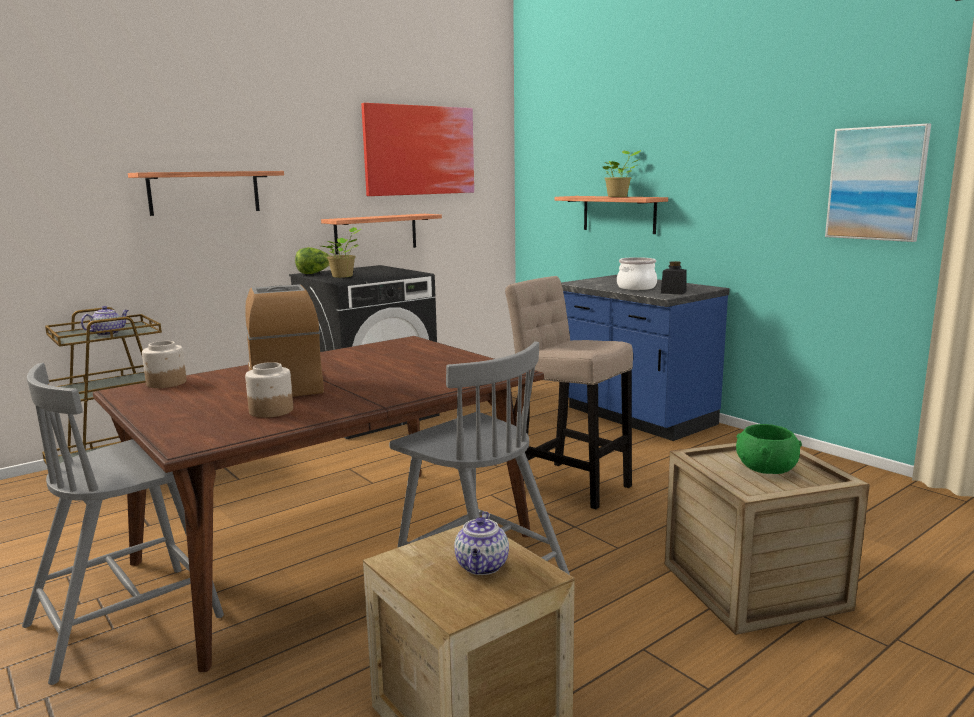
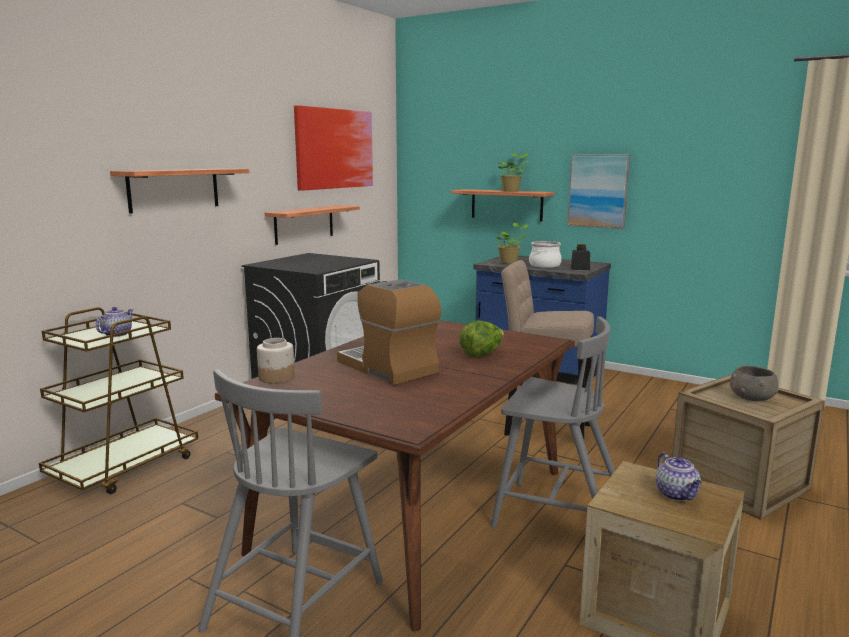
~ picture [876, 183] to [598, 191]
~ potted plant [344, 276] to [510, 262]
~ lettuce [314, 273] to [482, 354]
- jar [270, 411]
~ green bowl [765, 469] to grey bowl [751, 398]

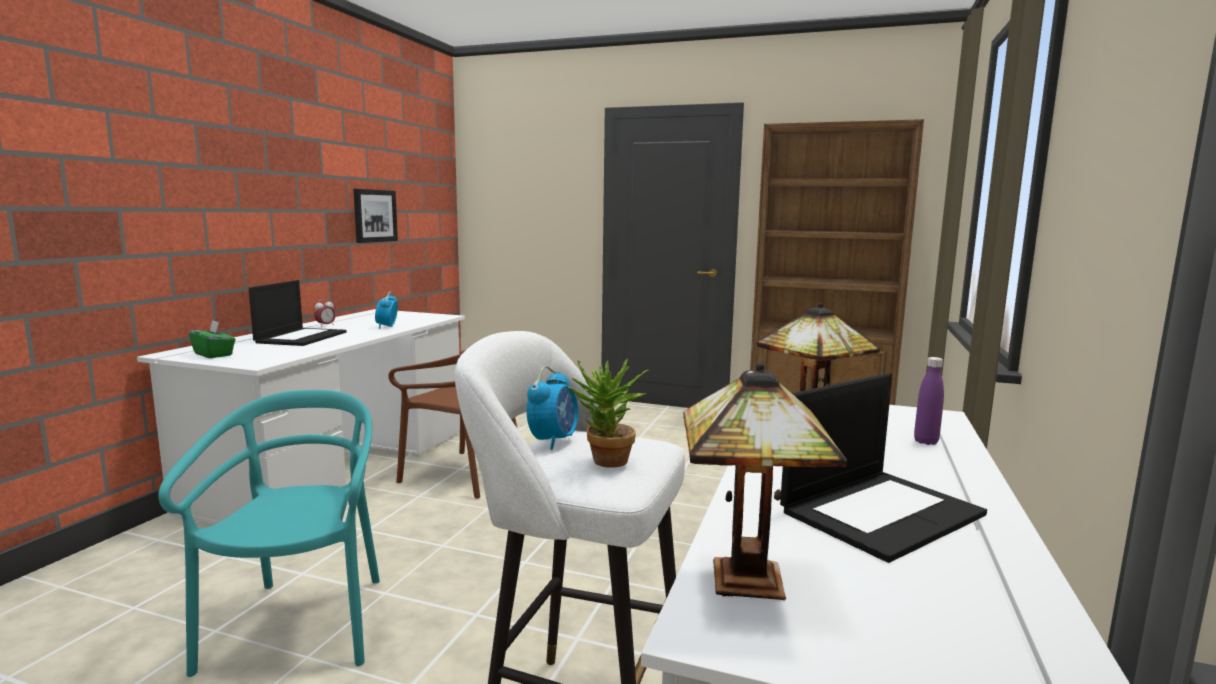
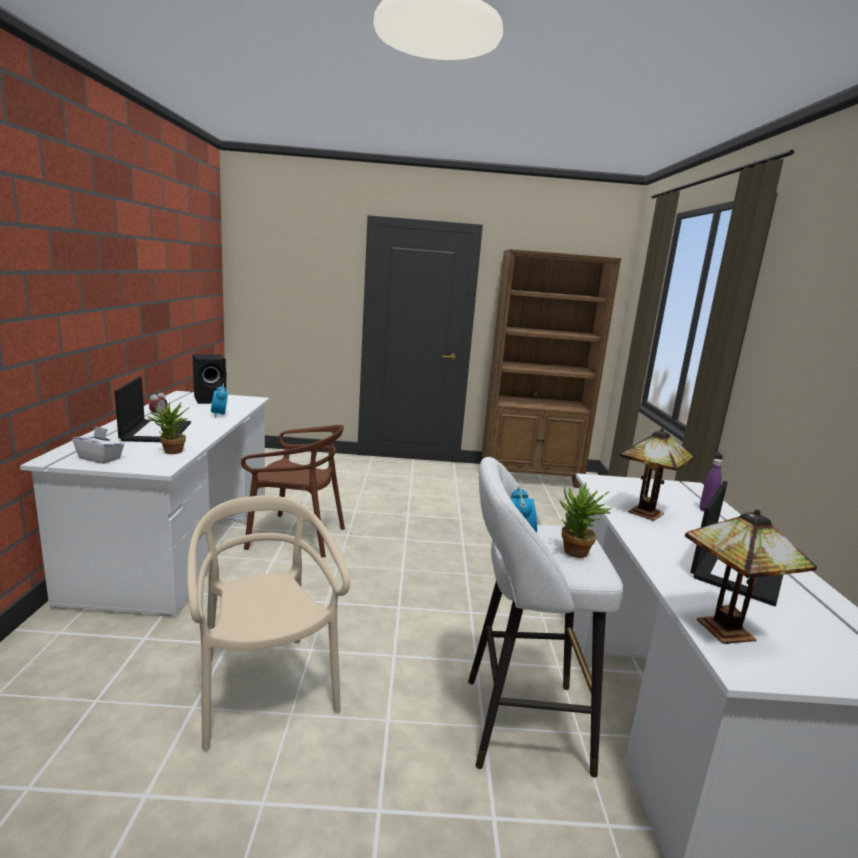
- picture [374, 215]
~ green tissue box [214, 354] to white tissue box [100, 458]
~ turquoise chair [301, 625] to beige chair [264, 688]
+ black speaker [211, 400]
+ potted plant [170, 452]

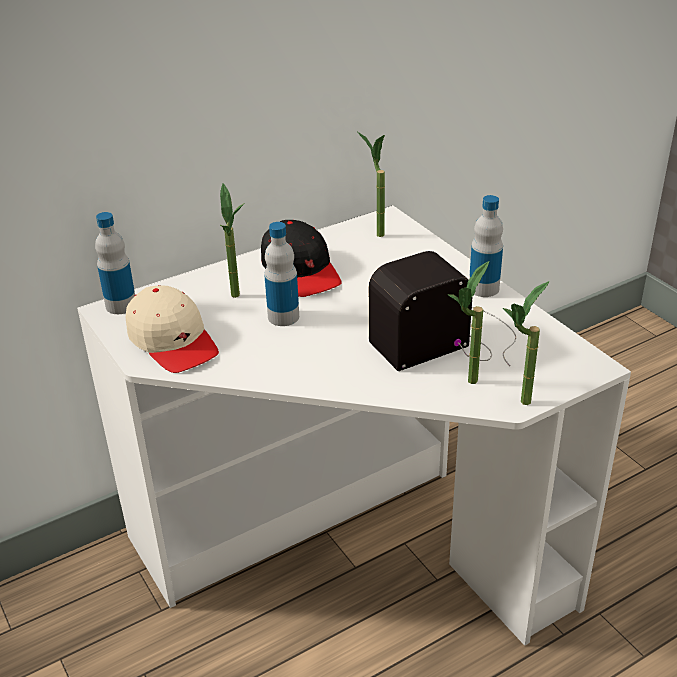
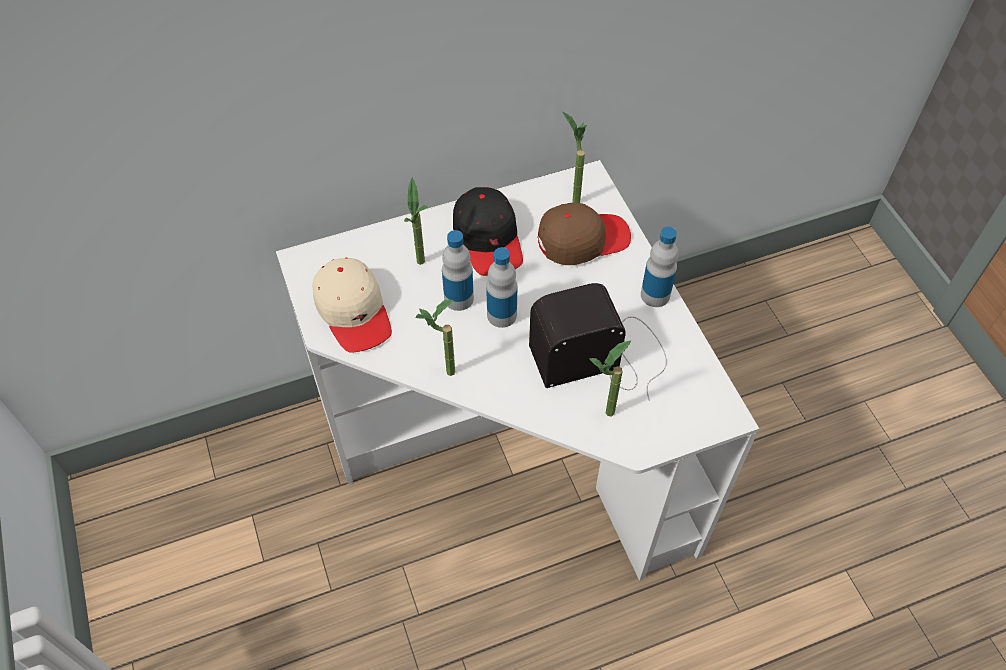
~ bottle [121, 305] to [501, 315]
~ potted plant [516, 405] to [441, 374]
+ brown cap [582, 239]

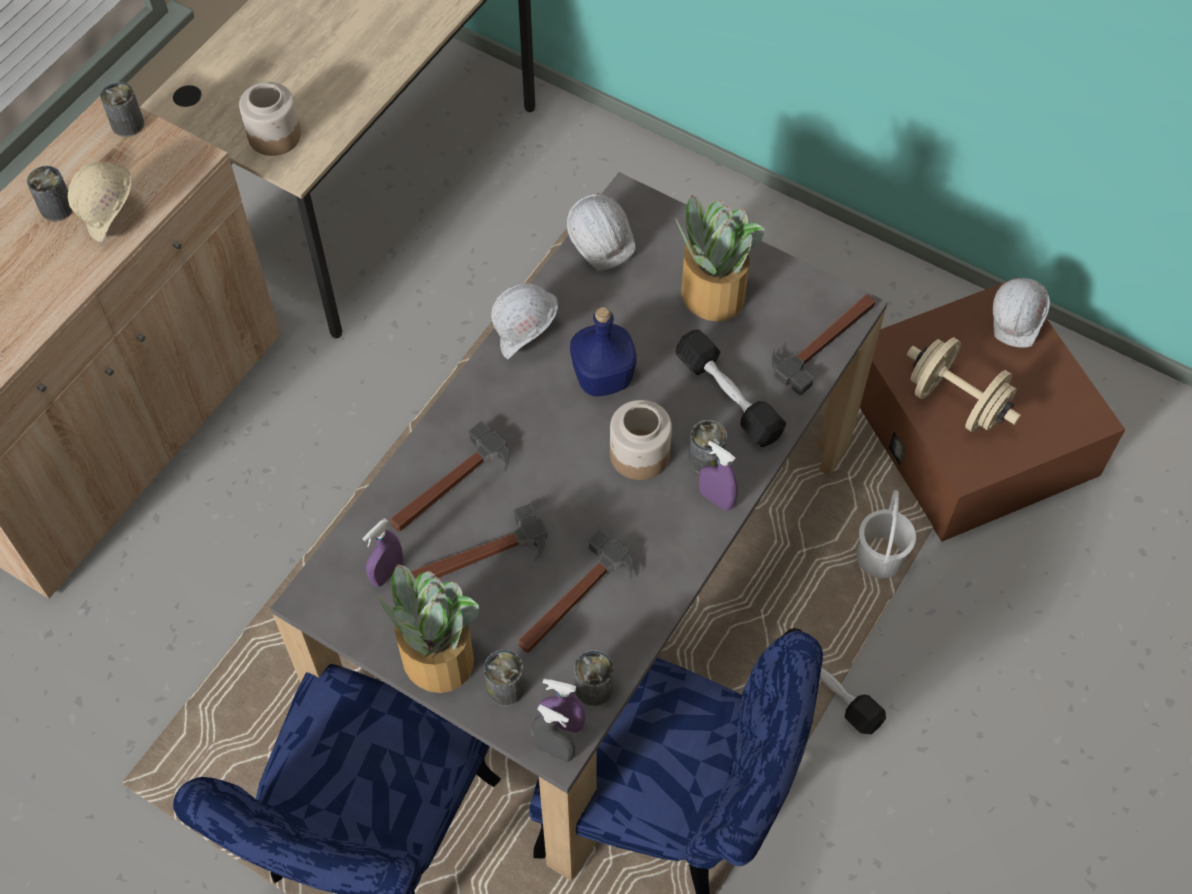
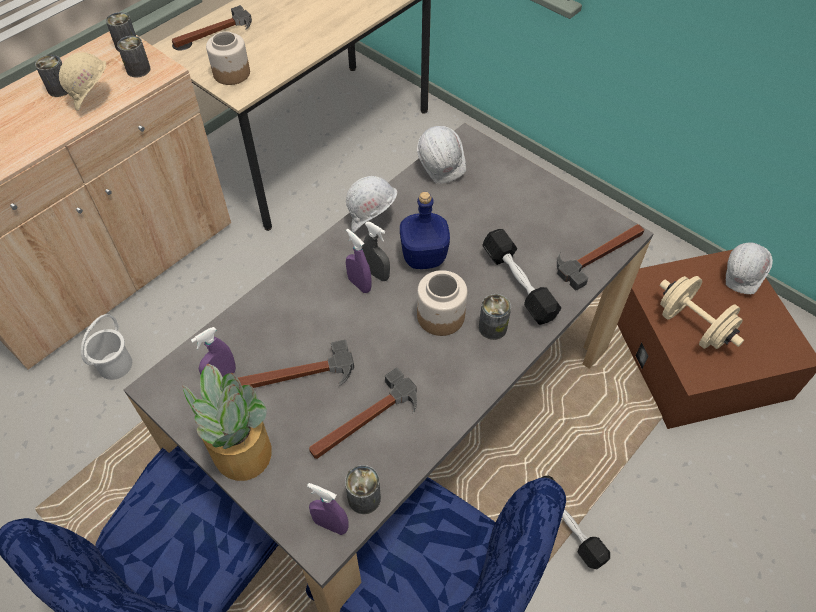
- potted plant [712, 293]
~ hammer [449, 486] to [213, 33]
~ purple spray bottle [716, 499] to [359, 284]
~ white bucket [880, 557] to [116, 365]
~ can [505, 688] to [138, 70]
~ grey spray bottle [554, 750] to [376, 274]

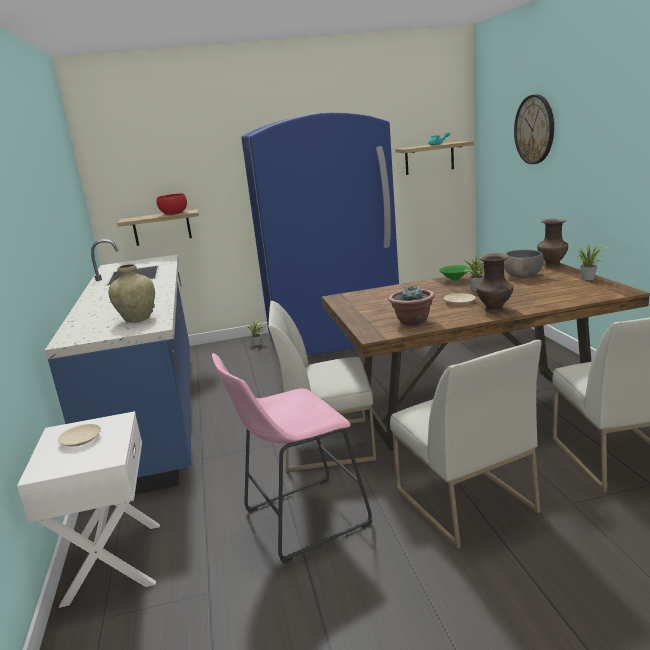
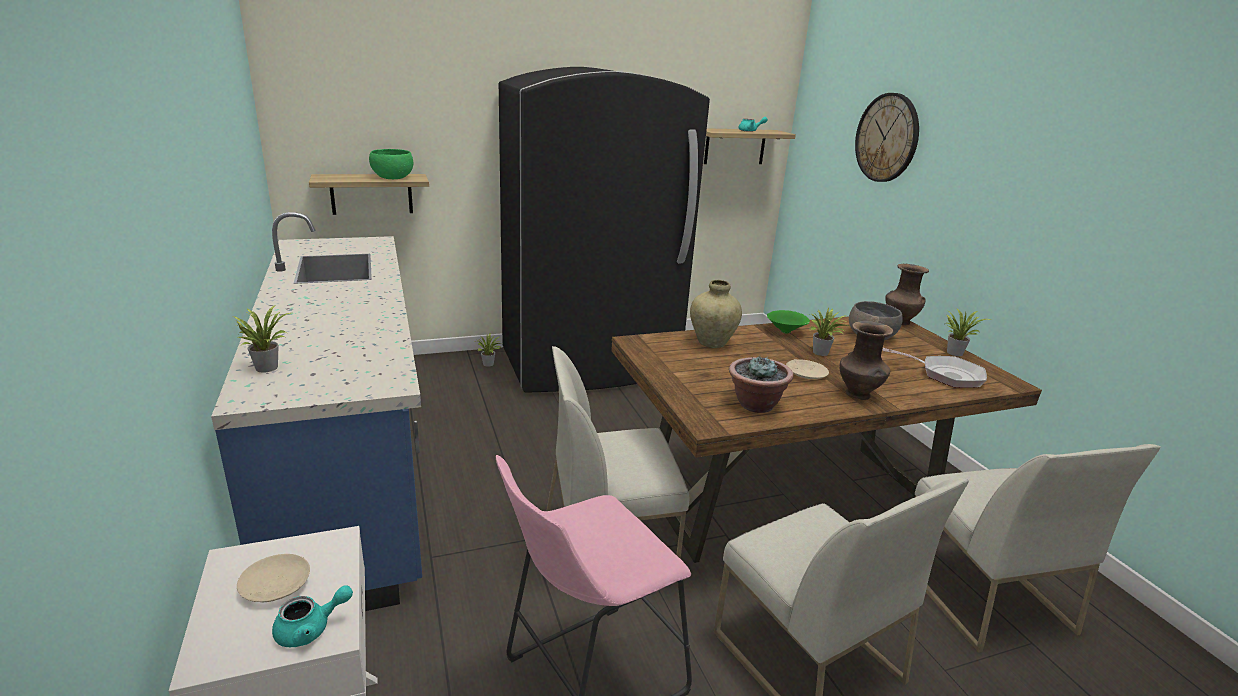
~ blue fridge [333, 337] to black fridge [590, 364]
~ red bowl [174, 213] to green bowl [392, 177]
~ beige vase [137, 319] to [711, 343]
+ potted plant [266, 366]
+ frying pan [946, 375]
+ turquoise teapot [311, 629]

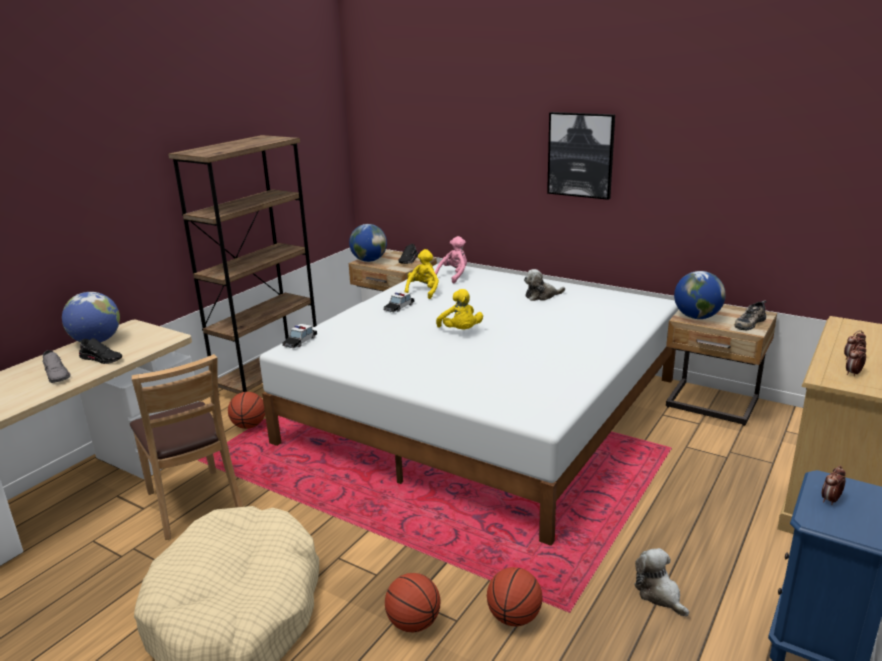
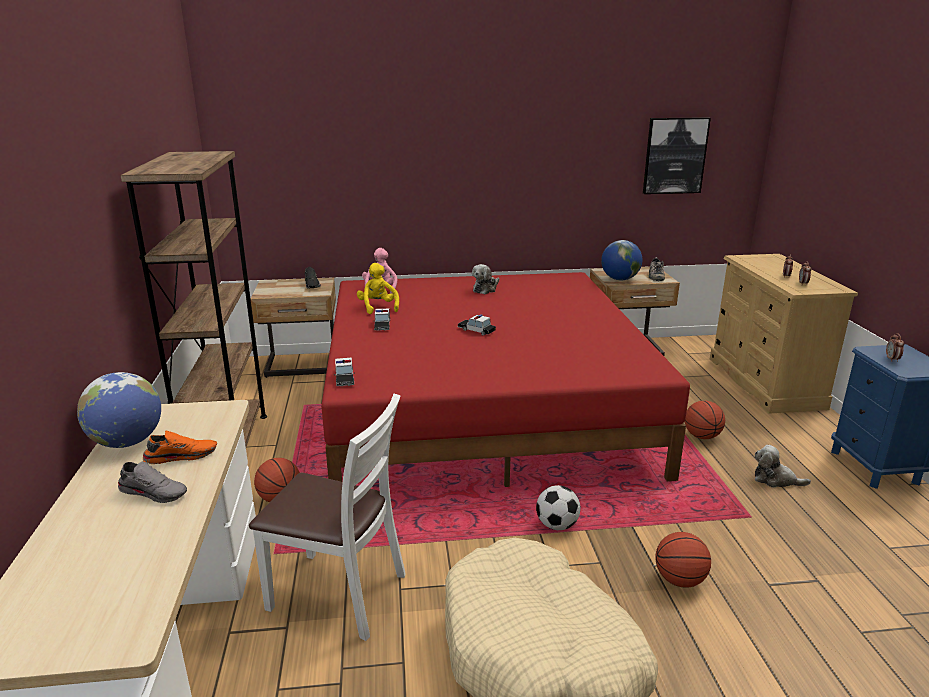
~ picture [581, 155] to [675, 156]
- globe [369, 260]
~ white bed [483, 410] to red bed [483, 406]
~ yellow plush toy [460, 331] to toy car [476, 330]
~ black shoe [102, 359] to orange shoe [181, 456]
~ brown chair [193, 503] to white chair [339, 593]
~ basketball [514, 617] to [702, 436]
+ football [557, 525]

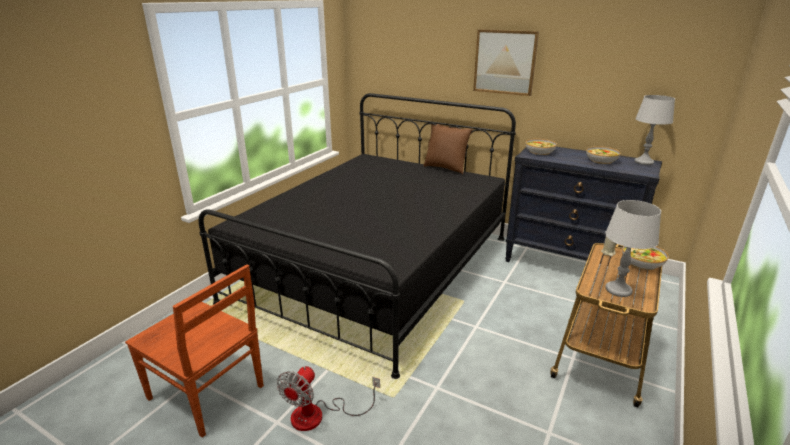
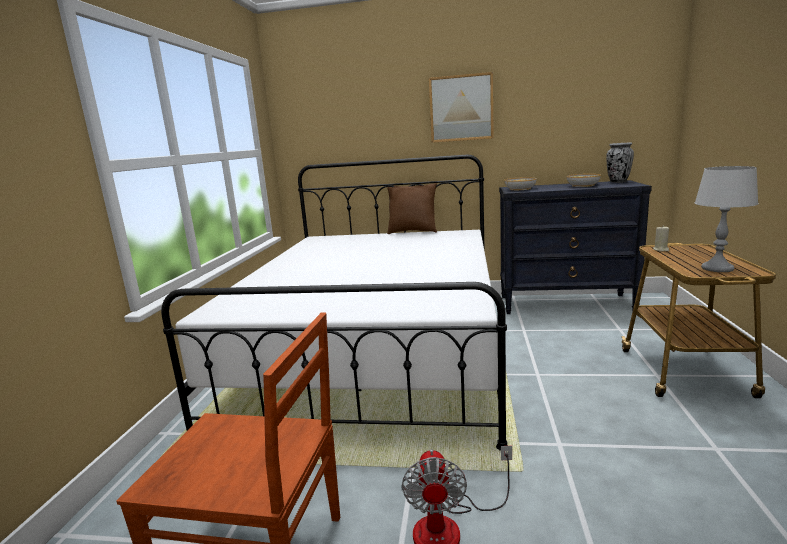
~ black bed [375, 267] to white bed [376, 349]
~ grey table lamp [643, 162] to vase [618, 182]
- bowl [642, 263]

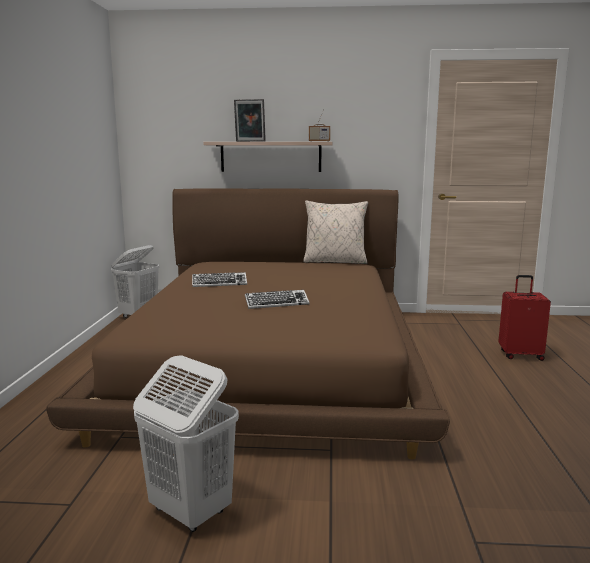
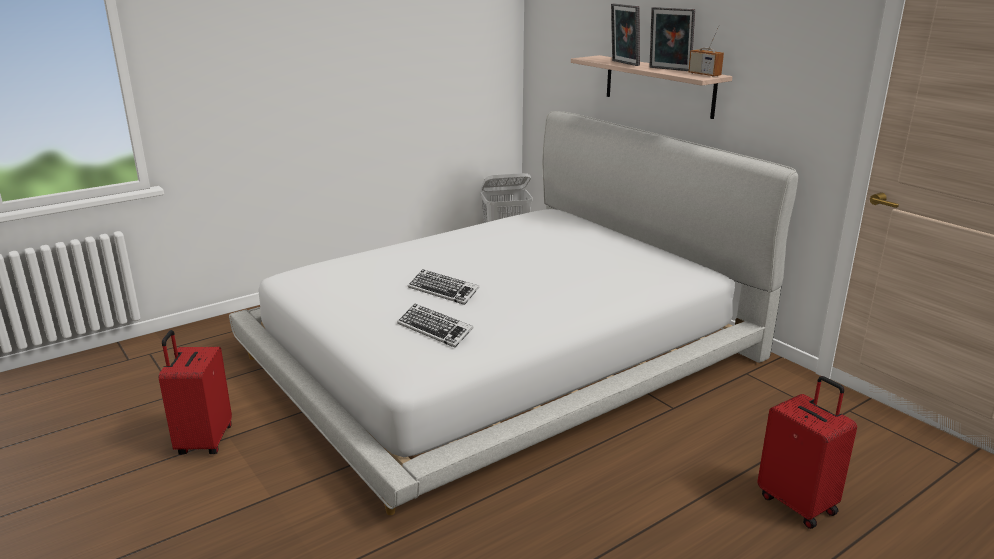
~ brown bed [271, 361] to white bed [503, 354]
- beige pillow [335, 262]
~ keyboard [219, 283] to [435, 330]
~ white laundry basket [190, 511] to red suitcase [203, 441]
+ picture frame [668, 69]

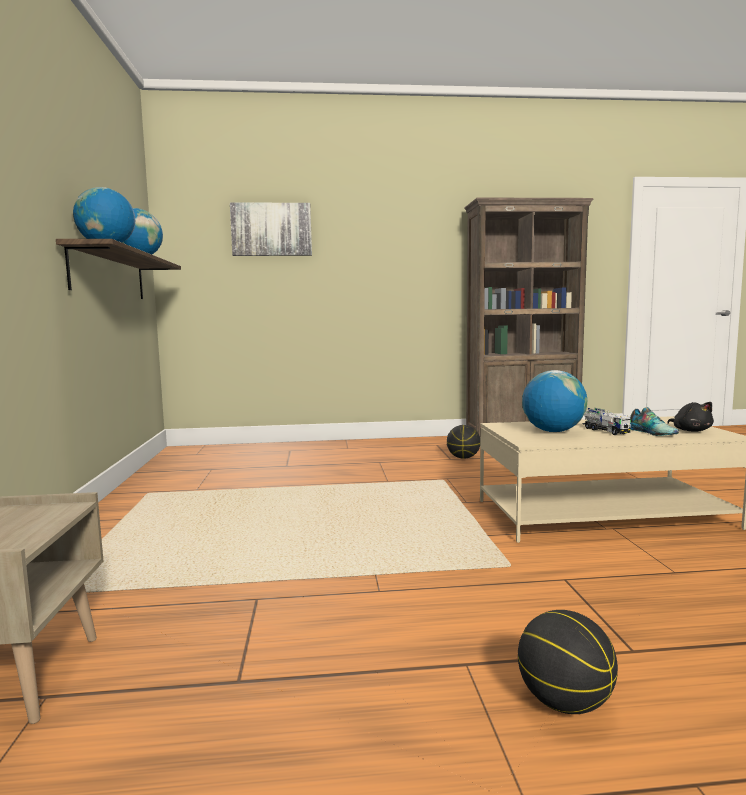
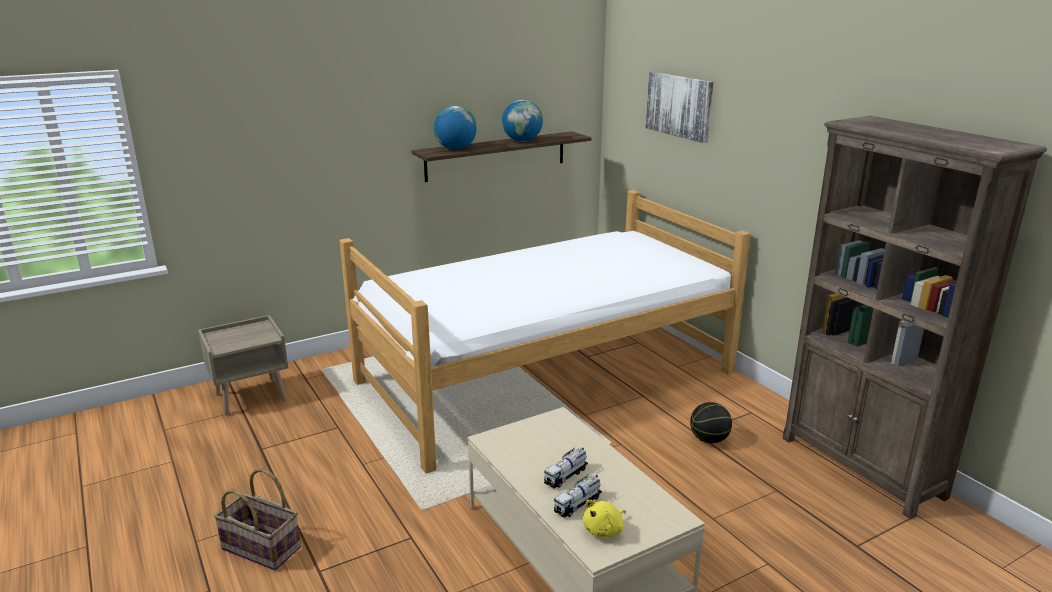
- globe [553, 431]
~ black plush toy [690, 431] to yellow plush toy [604, 530]
~ shoe [652, 432] to toy truck [578, 504]
~ basketball [564, 702] to basket [262, 547]
+ bed [547, 377]

